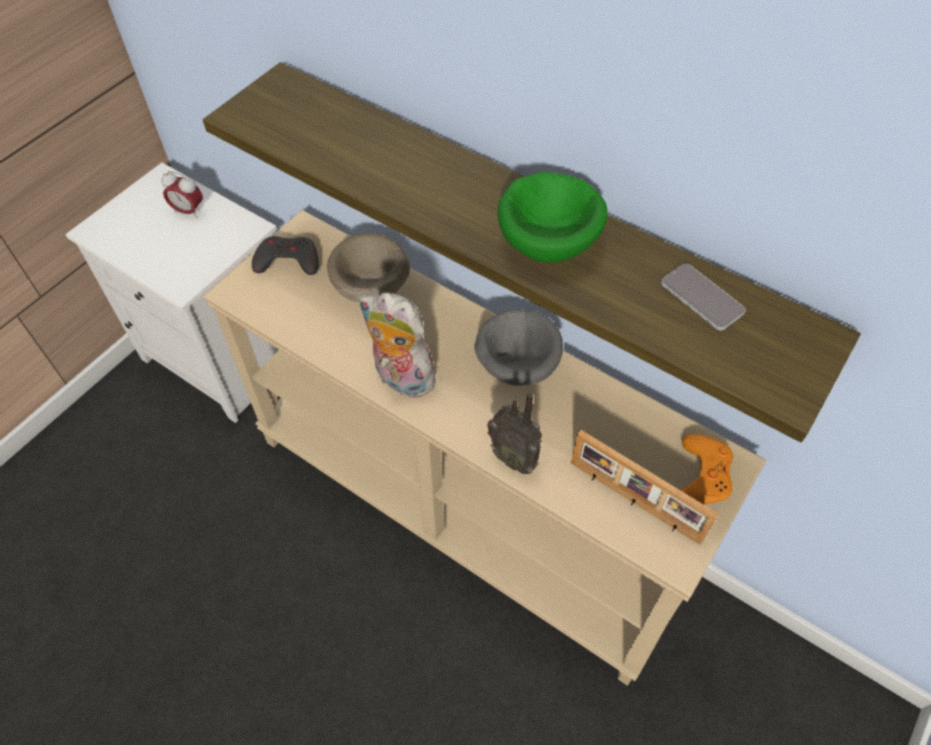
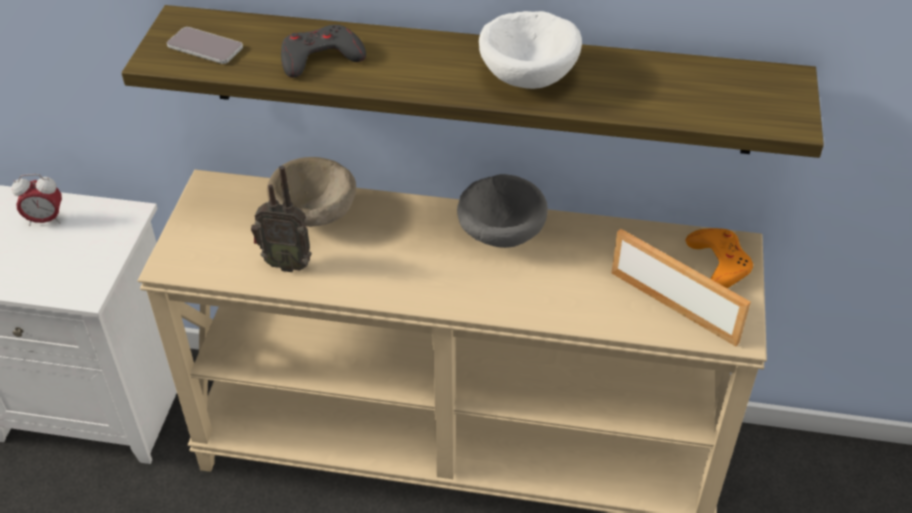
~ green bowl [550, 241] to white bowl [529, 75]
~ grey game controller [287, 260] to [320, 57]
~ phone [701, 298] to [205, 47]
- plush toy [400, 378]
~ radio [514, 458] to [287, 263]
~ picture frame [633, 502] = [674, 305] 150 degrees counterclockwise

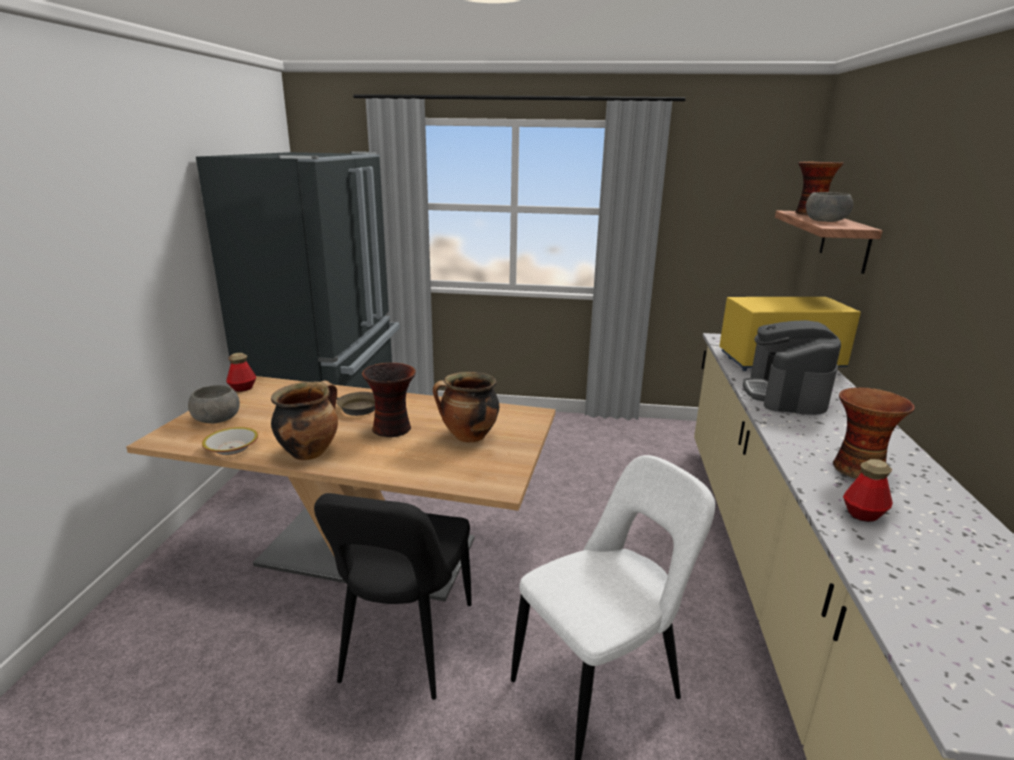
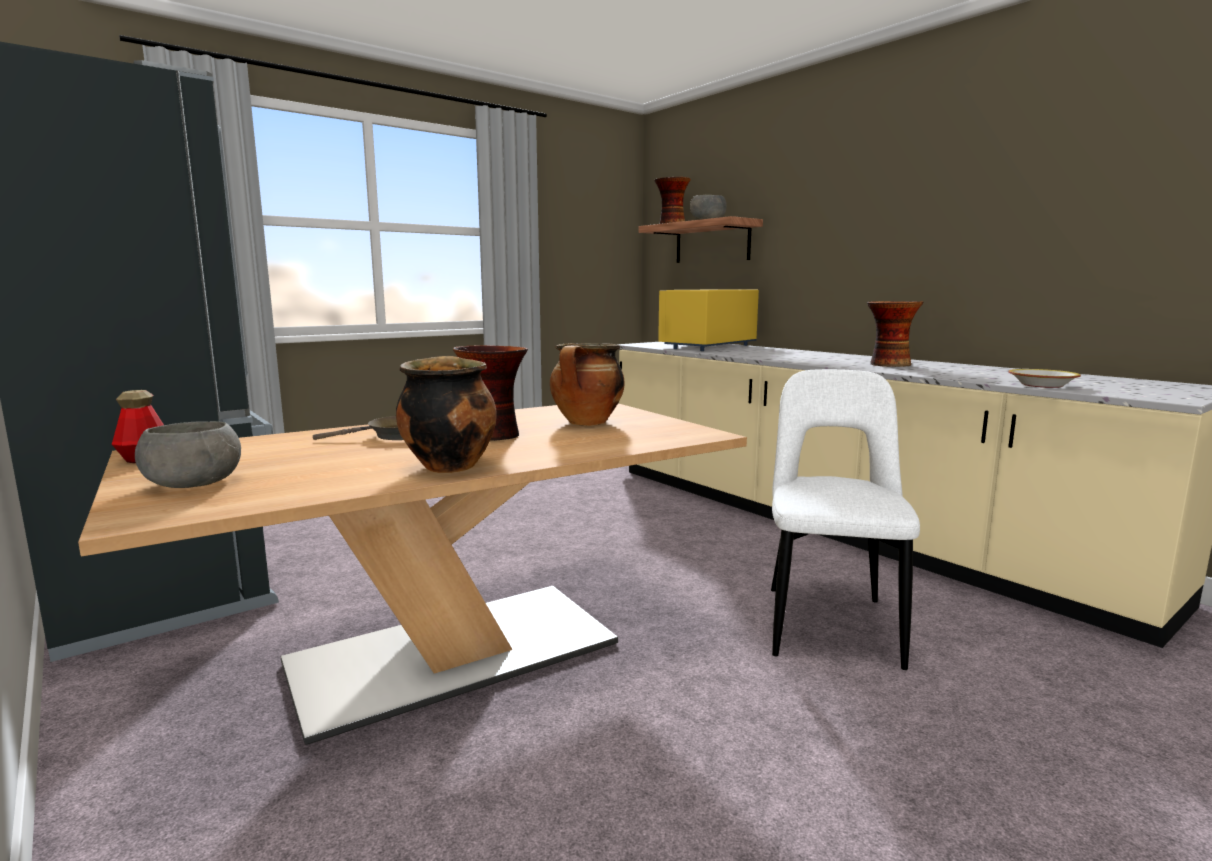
- coffee machine [785, 395]
~ bowl [231, 448] to [1042, 385]
- bottle [863, 514]
- black chair [405, 646]

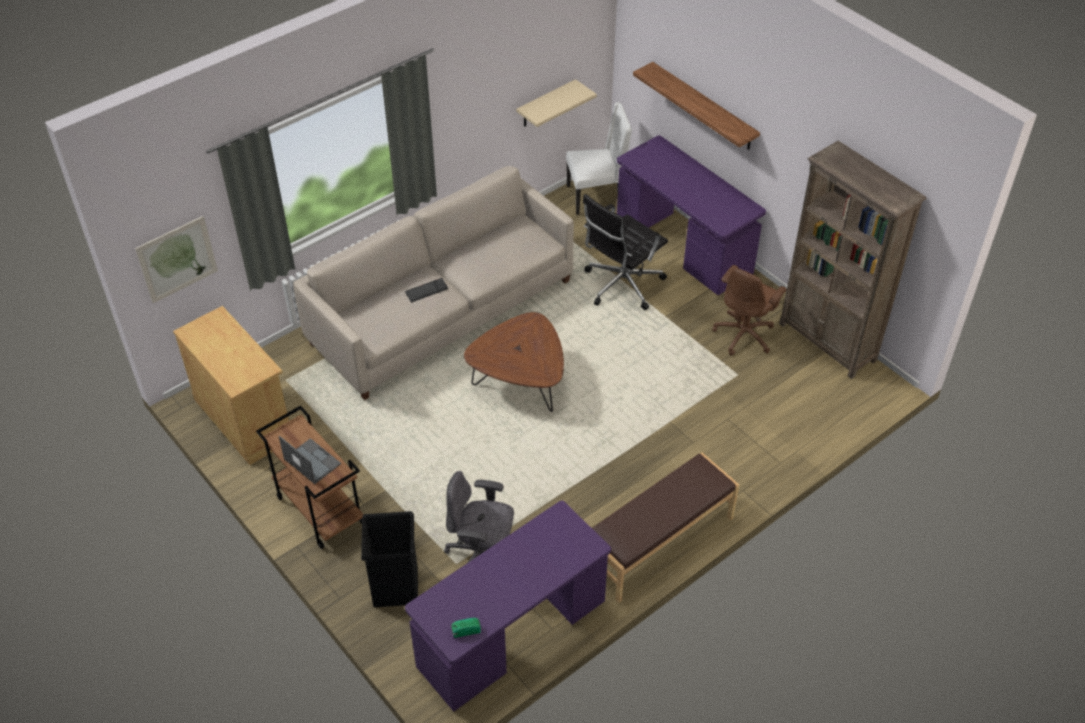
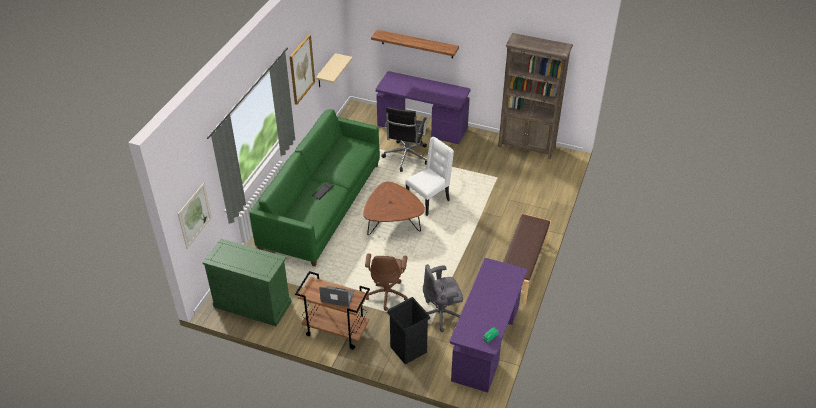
~ white chair [596, 197] to [429, 200]
~ beige sofa [442, 312] to green sofa [321, 206]
~ brown office chair [745, 335] to [387, 294]
~ beige cabinet [244, 418] to green cabinet [252, 304]
+ picture [301, 69]

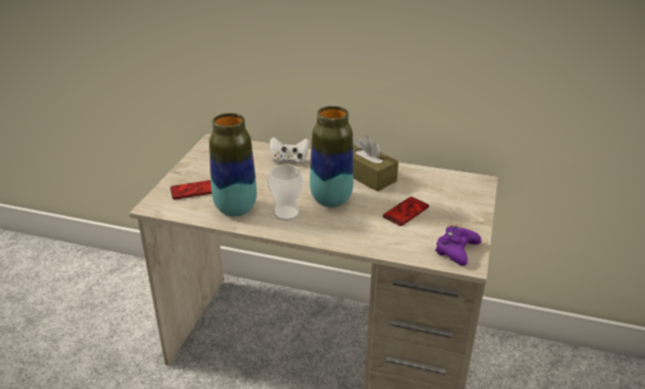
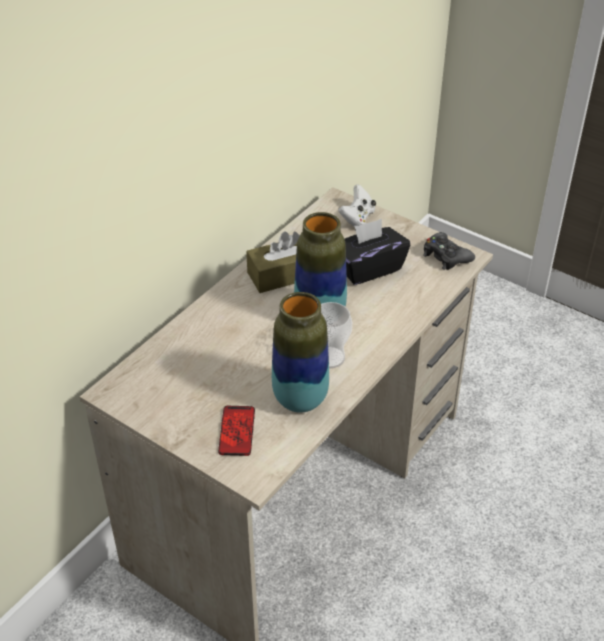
~ white game controller [289, 160] to [357, 218]
~ phone [406, 212] to black tissue box [368, 268]
~ purple game controller [456, 250] to black game controller [446, 256]

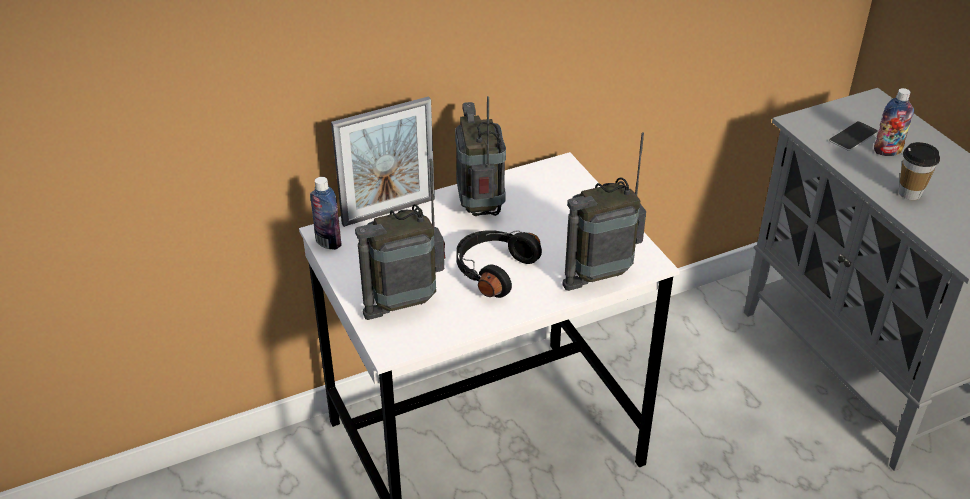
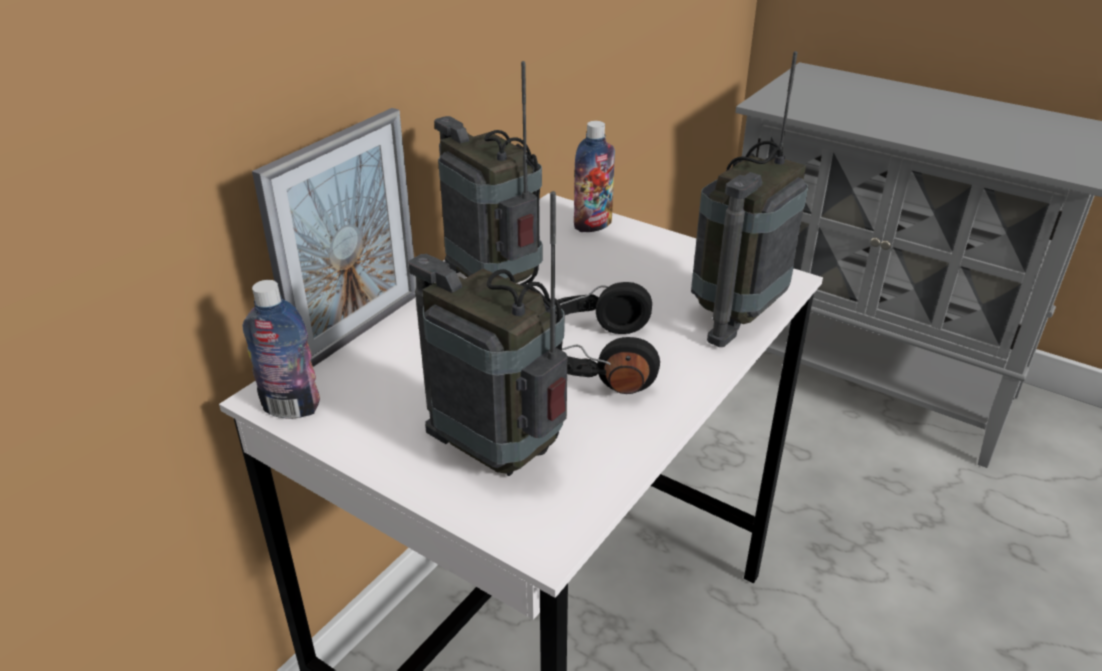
~ bottle [887, 151] to [593, 225]
- phone [853, 136]
- cup [910, 193]
~ radio [403, 302] = [499, 454] 90 degrees clockwise

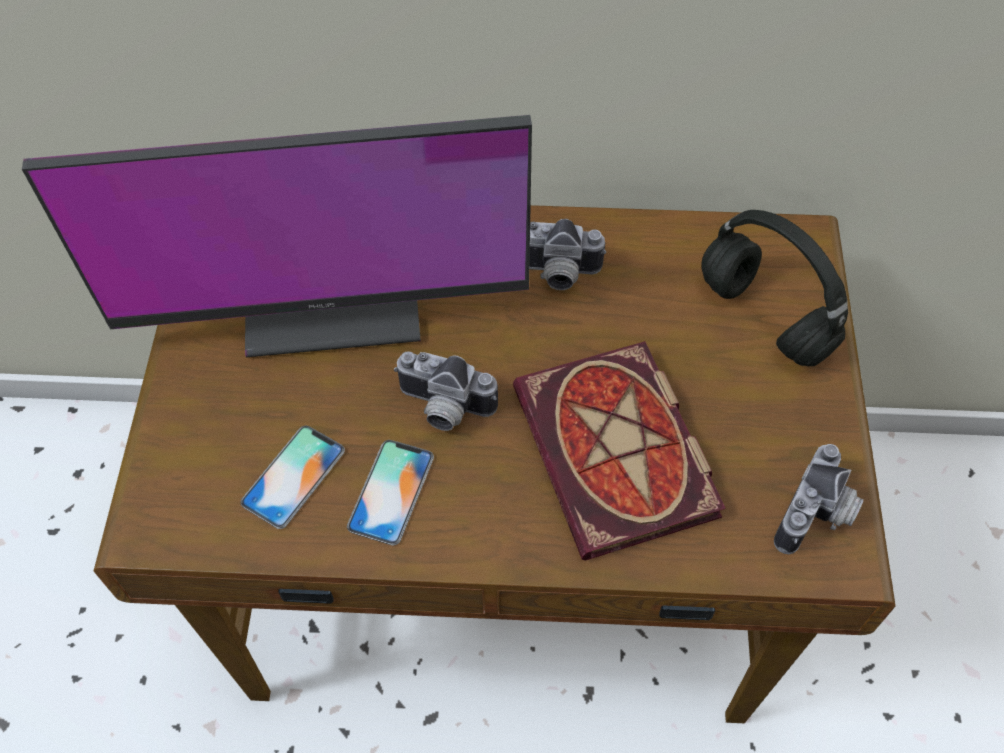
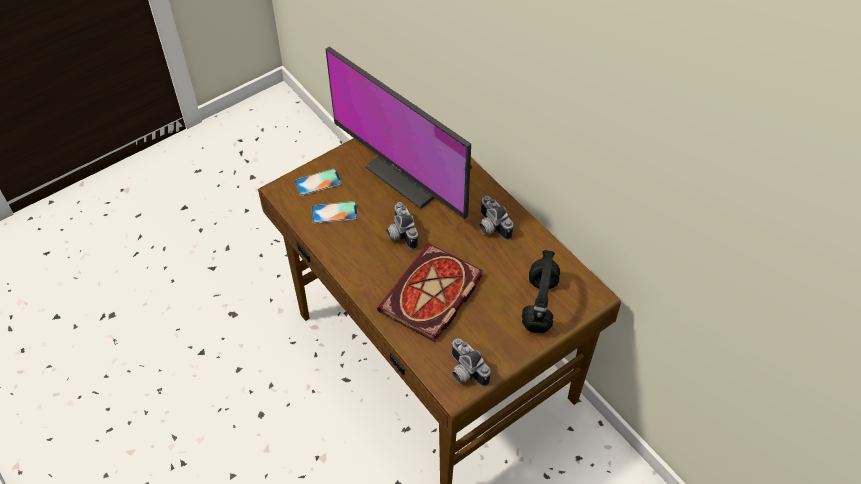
~ phone [391, 491] to [318, 182]
~ photo camera [817, 516] = [464, 372] 60 degrees clockwise

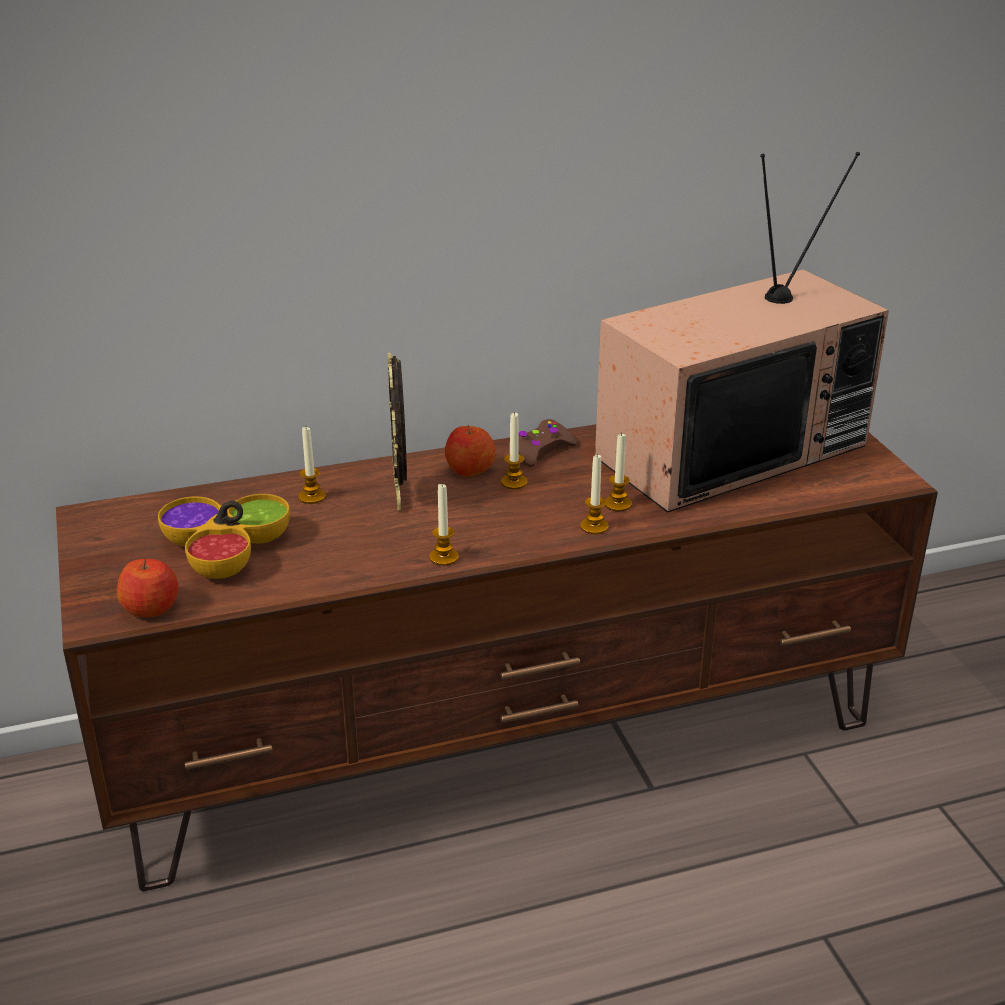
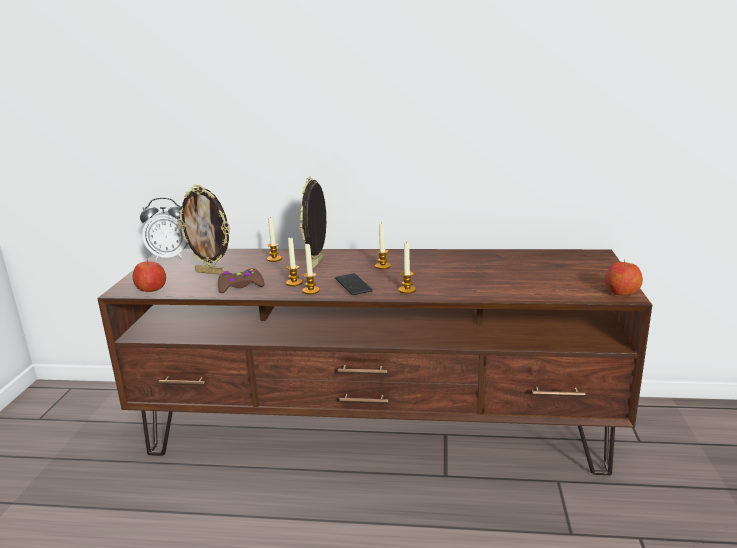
- television [730, 448]
~ brown game controller [541, 450] to [240, 286]
~ apple [469, 469] to [621, 292]
~ candle [618, 504] to [294, 283]
~ bowl [225, 548] to picture frame [211, 272]
+ alarm clock [171, 257]
+ phone [353, 285]

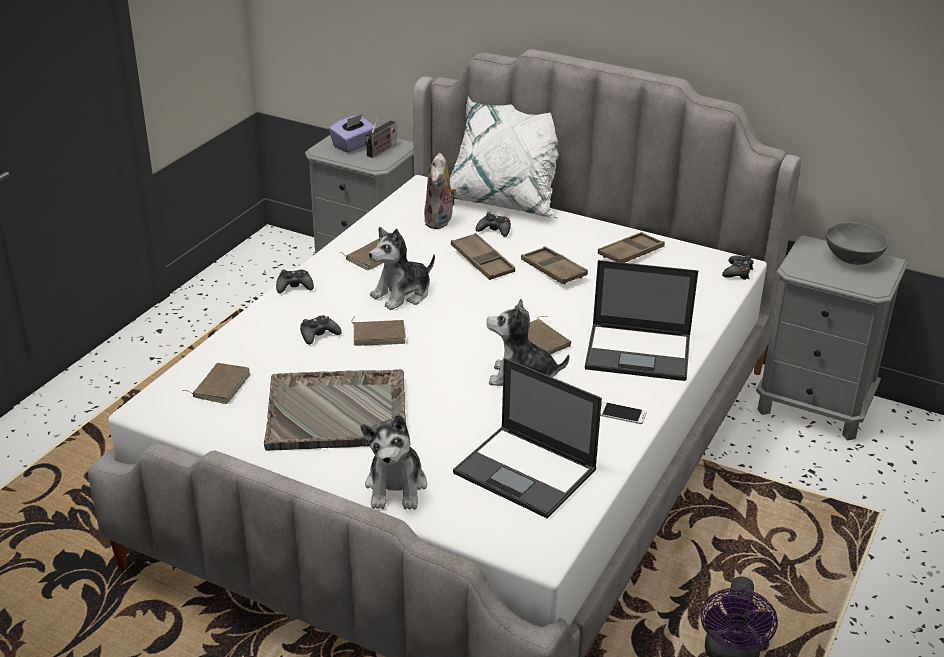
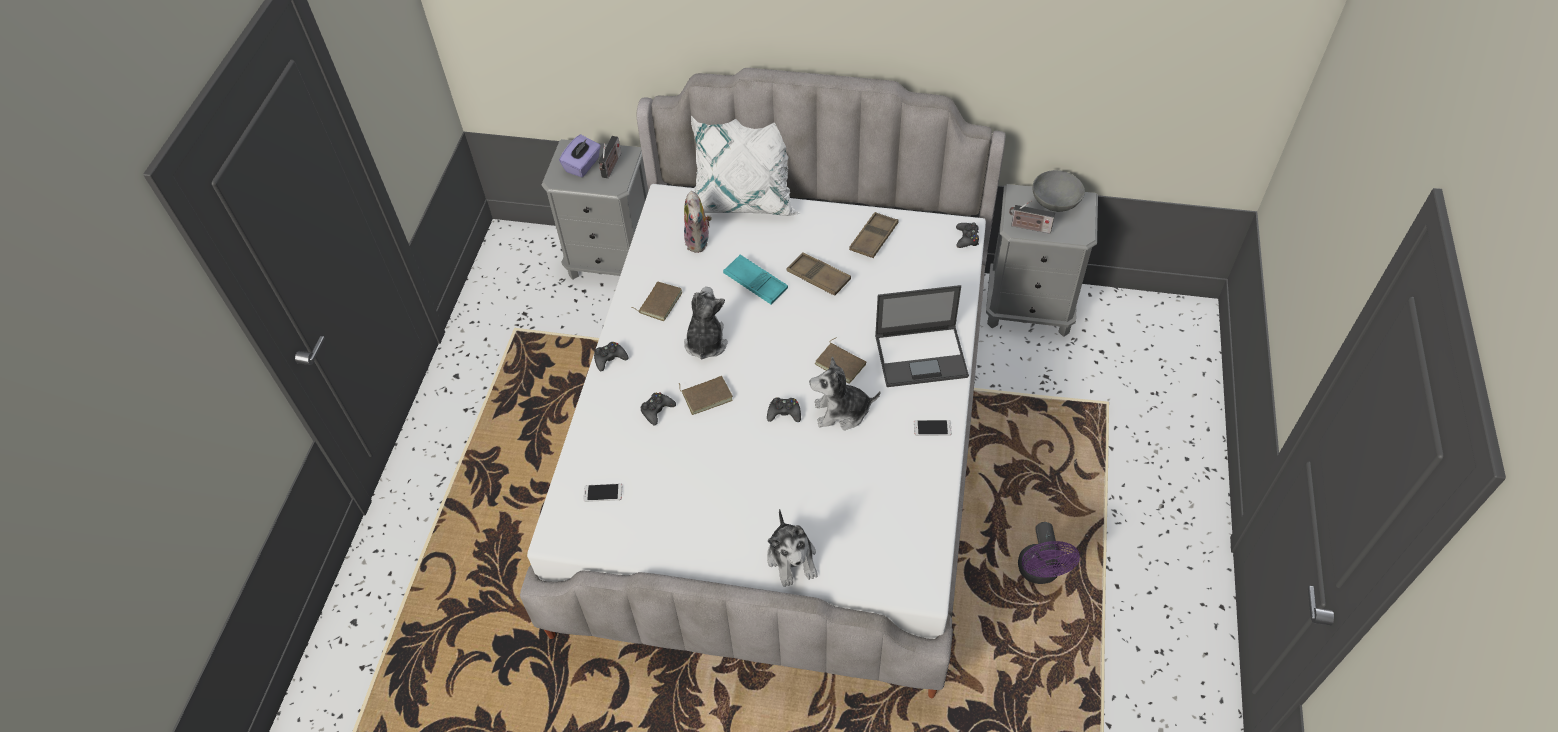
~ black game controller [494, 230] to [784, 413]
~ plush toy [402, 294] = [705, 342] 150 degrees clockwise
~ brown tray [482, 261] to turquoise tray [755, 283]
- laptop [526, 472]
~ brown book [220, 385] to phone [603, 493]
- grey tray [338, 412]
+ radio [1029, 227]

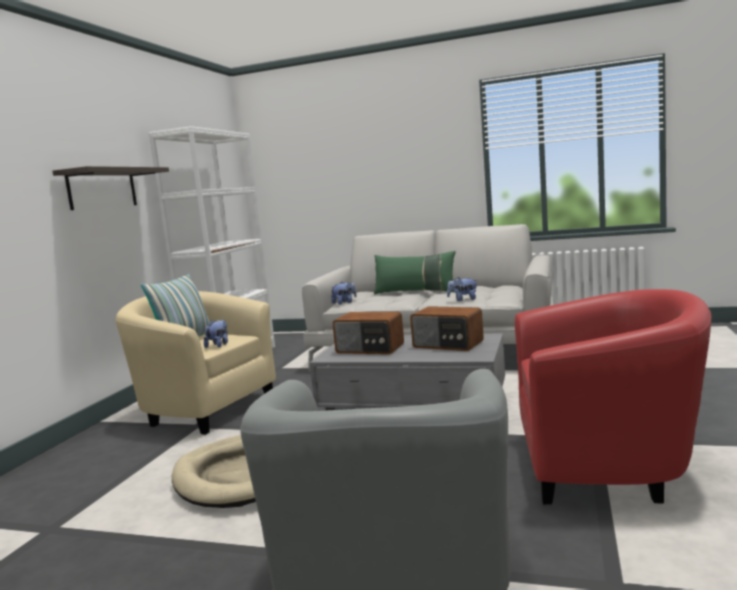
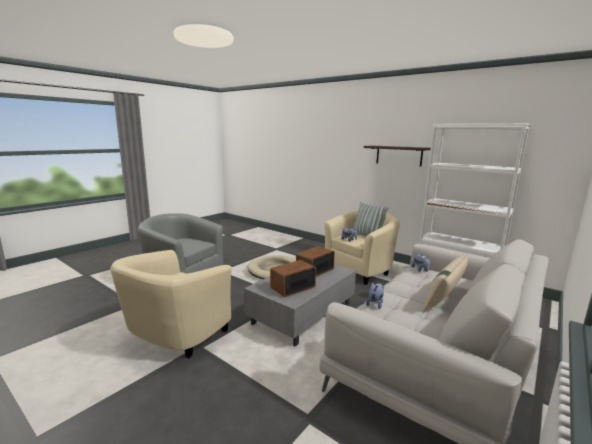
~ green pillow [415, 292] to beige pillow [444, 299]
~ red armchair [607, 466] to beige armchair [174, 336]

